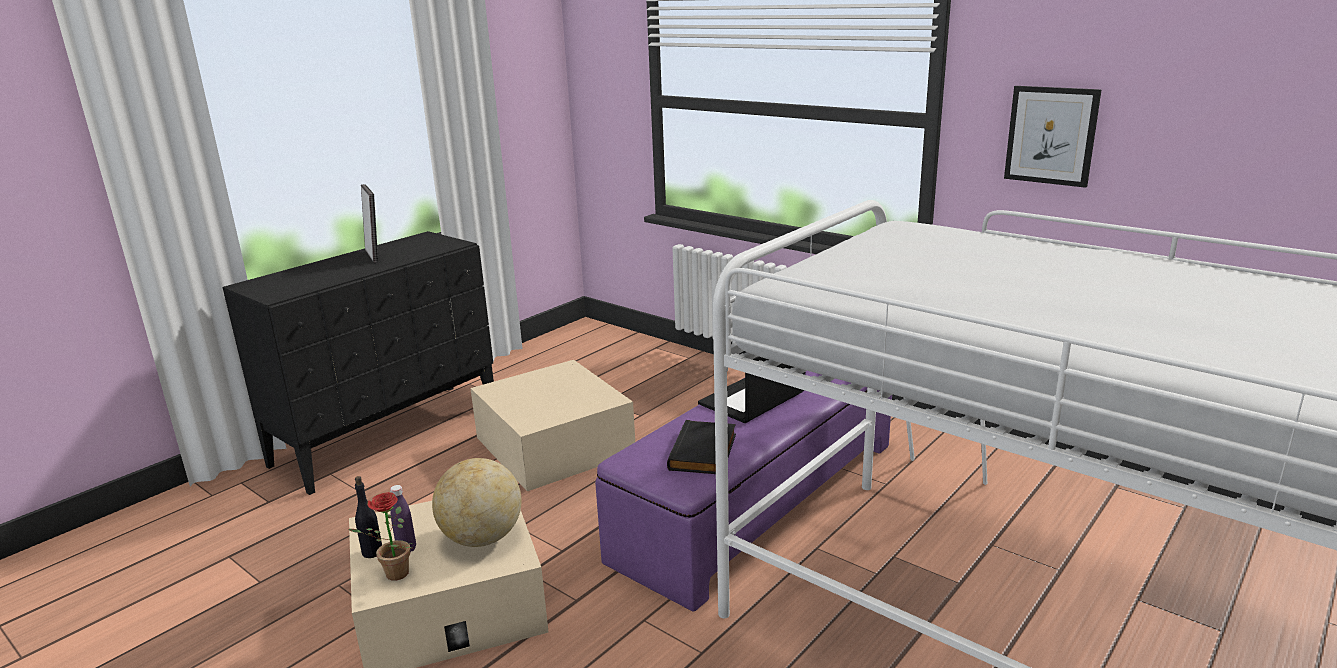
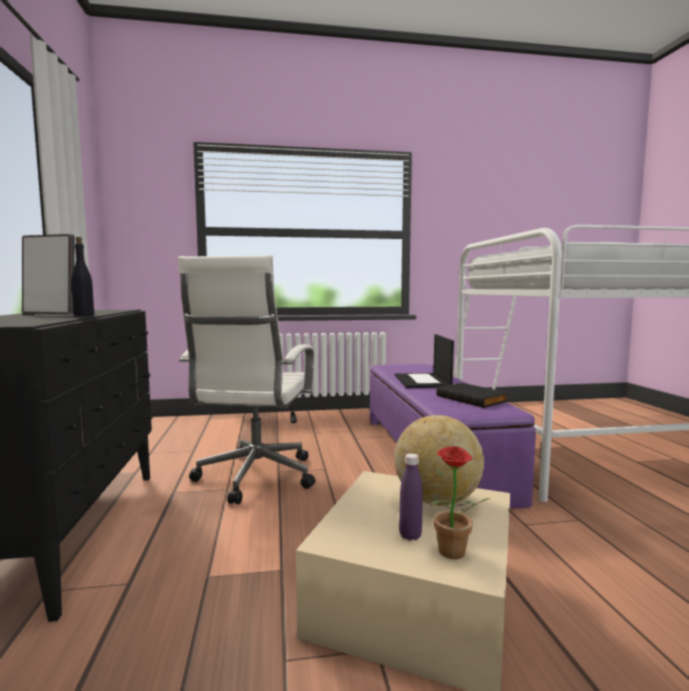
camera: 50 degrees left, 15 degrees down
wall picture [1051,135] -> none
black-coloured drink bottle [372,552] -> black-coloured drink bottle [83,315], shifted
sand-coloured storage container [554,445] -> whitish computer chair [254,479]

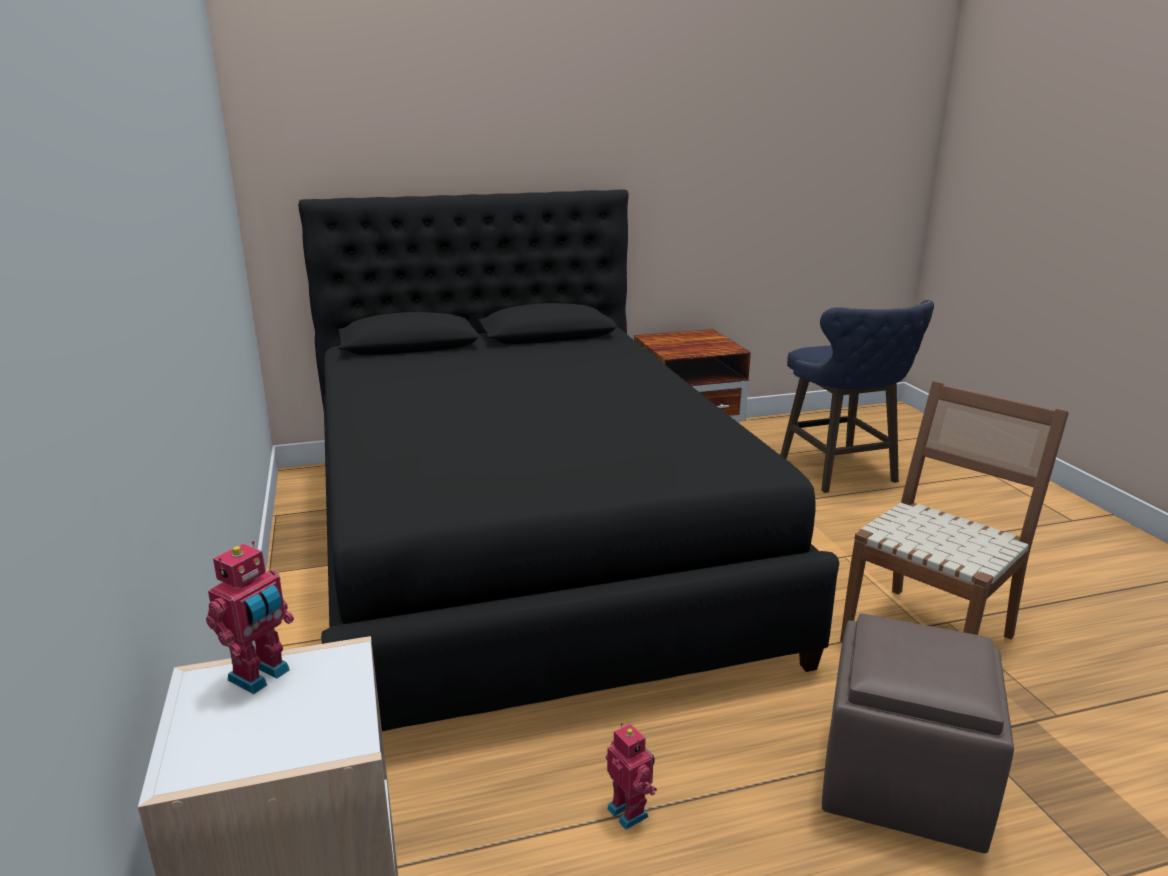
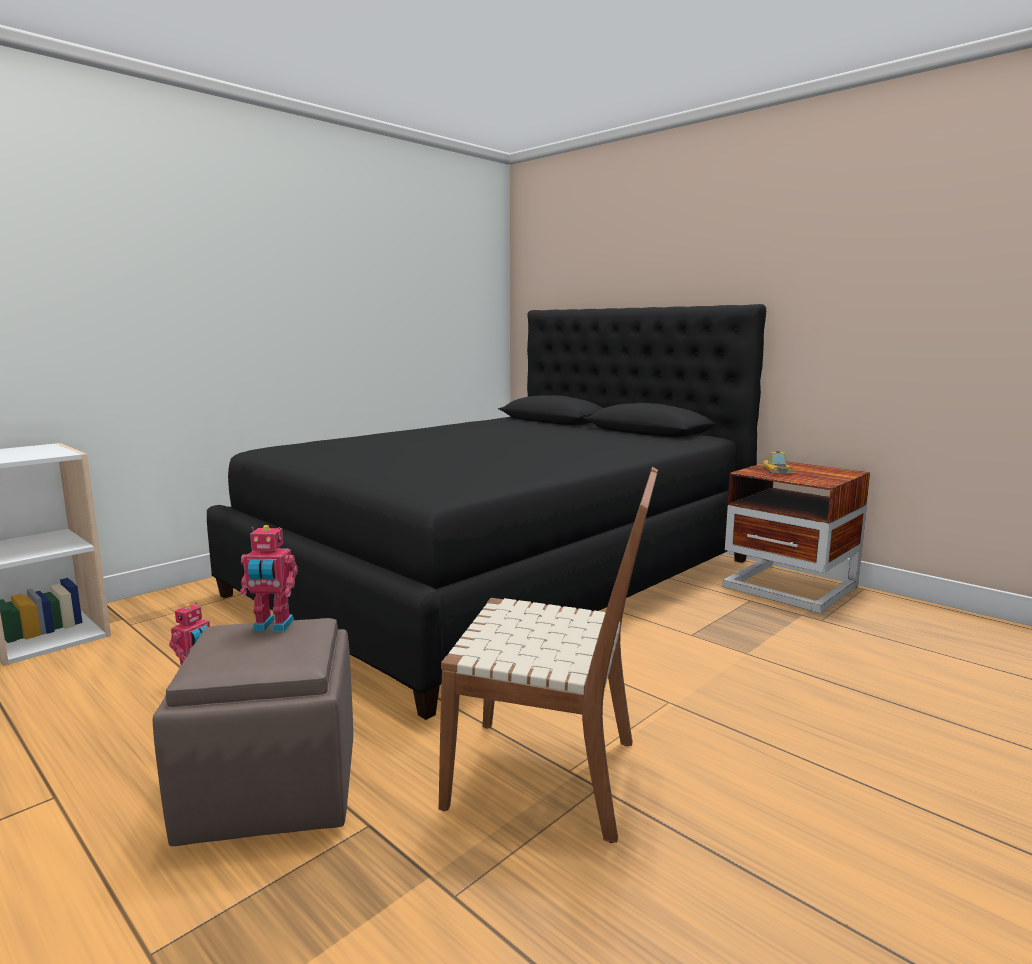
camera: 60 degrees right, 10 degrees down
bluish stool [840,472] -> none
none -> model car [777,470]
toy robot [261,676] -> toy robot [272,626], shifted

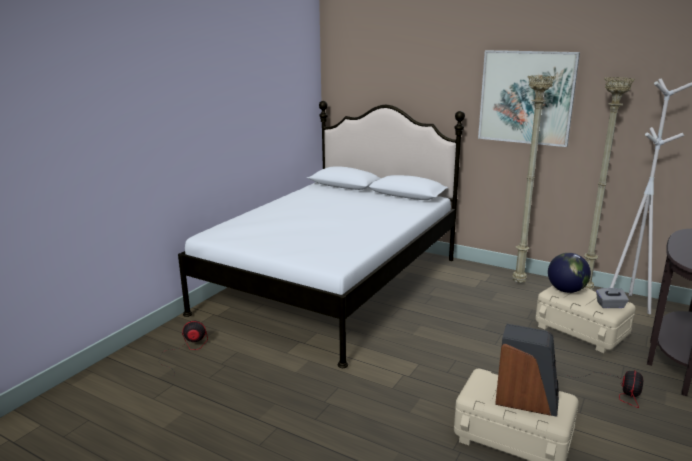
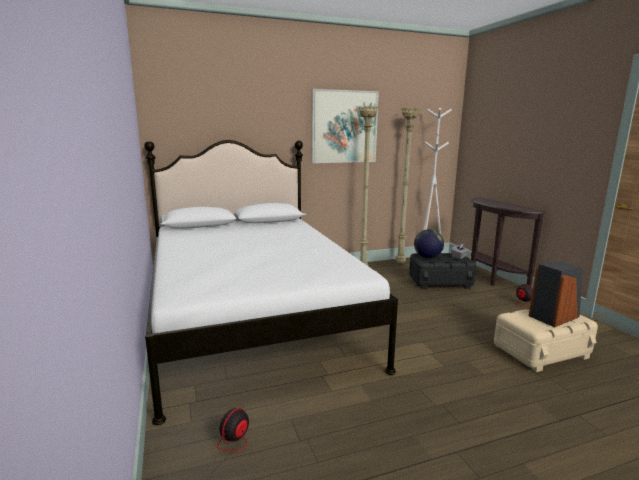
camera: 50 degrees left, 5 degrees down
sand-coloured storage container [581,330] -> black-coloured storage container [440,282]

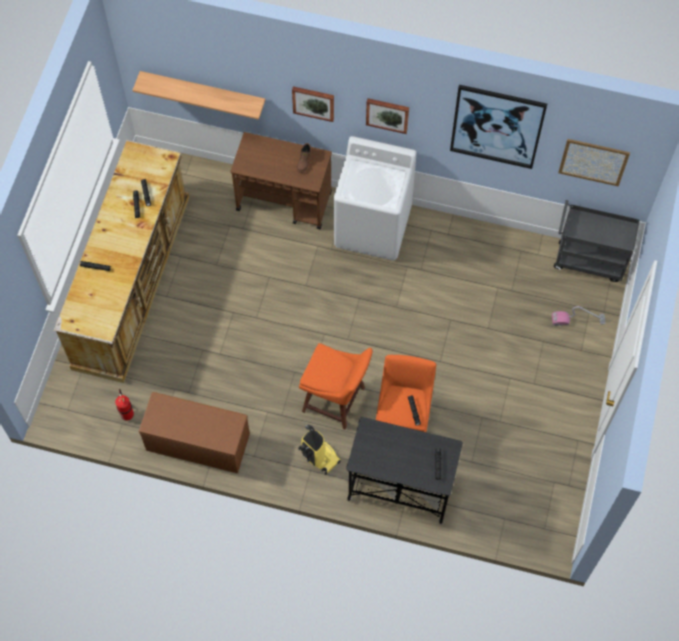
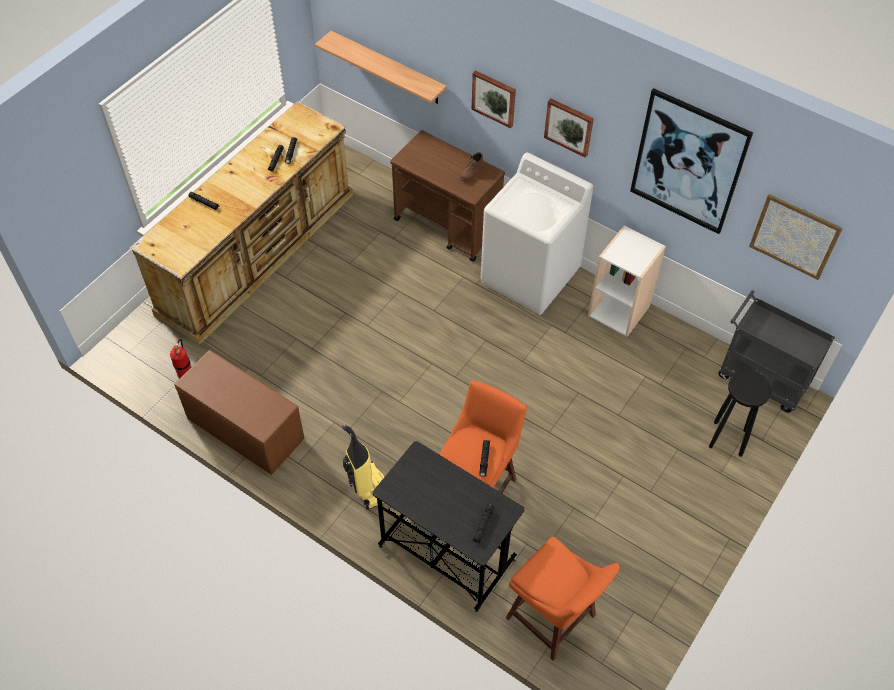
camera: 20 degrees right, 10 degrees down
none -> bookcase [619,311]
orange-coloured stool [336,401] -> orange-coloured stool [553,619], shifted
vacuum cleaner [578,320] -> black-coloured stool [727,439]

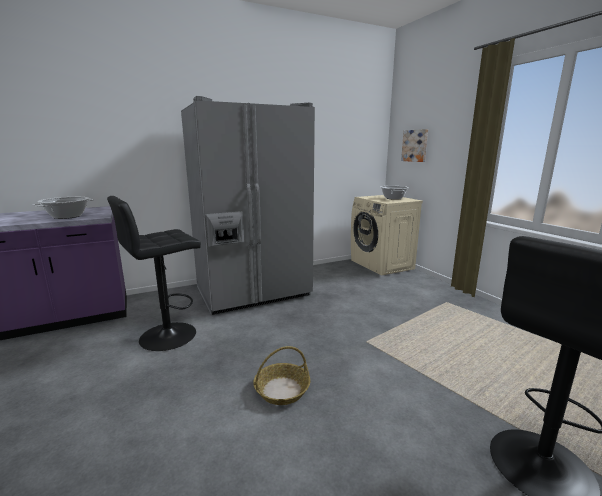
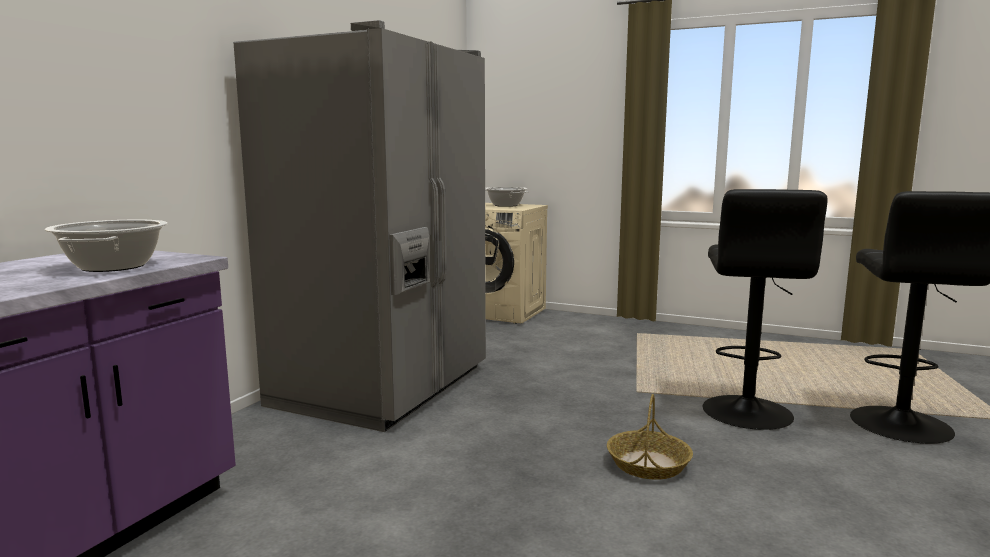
camera: 40 degrees left, 5 degrees down
wall picture [415,145] -> none
black-coloured stool [167,336] -> black-coloured stool [746,412], shifted

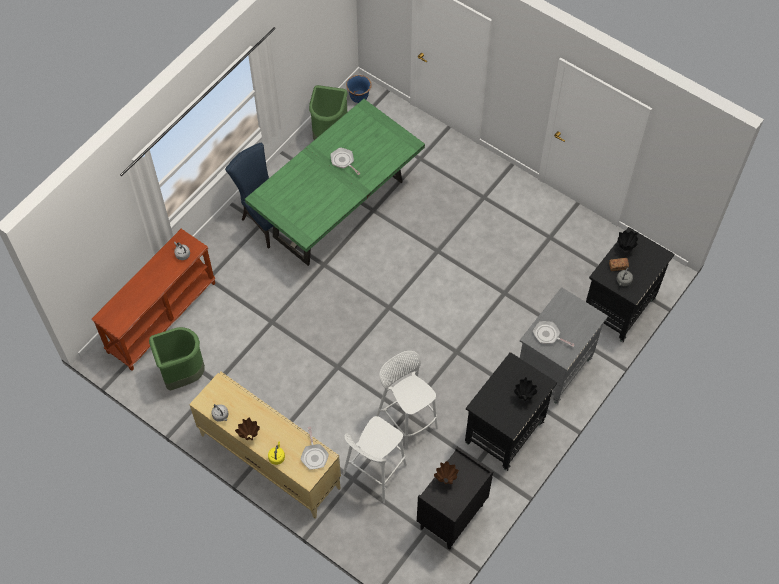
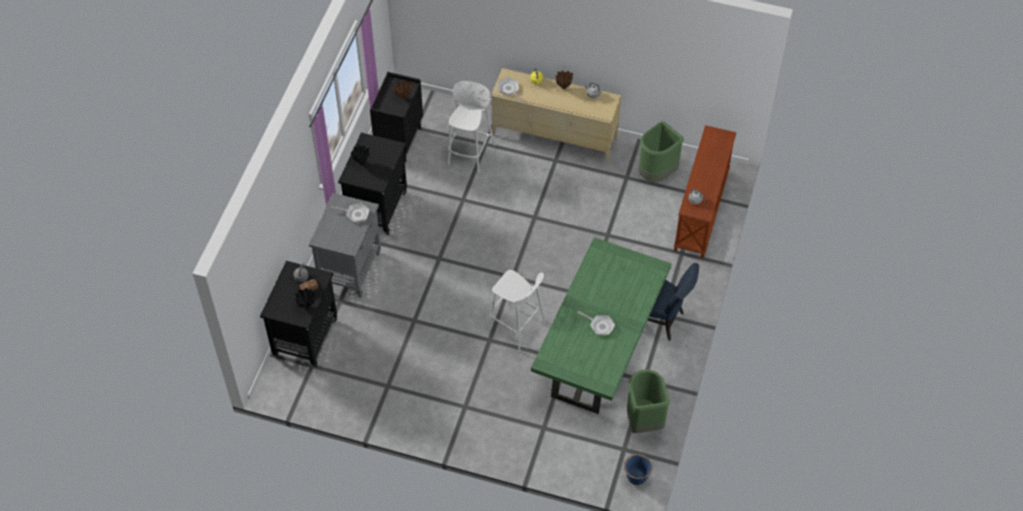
camera: 160 degrees right, 5 degrees down
whitish stool [408,420] -> whitish stool [517,327], shifted

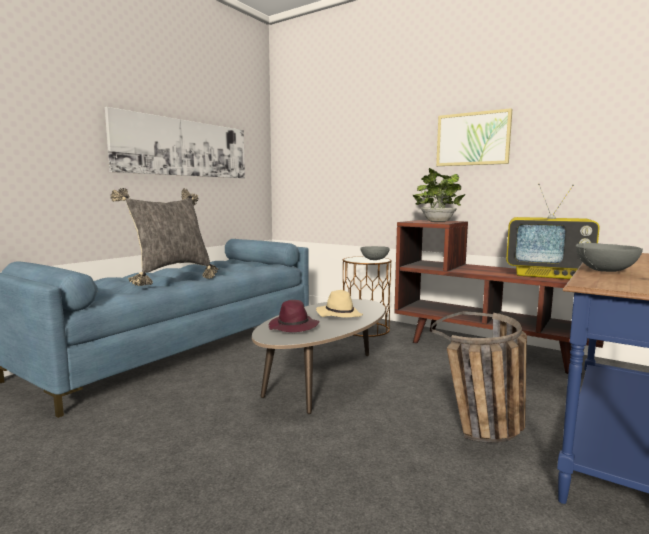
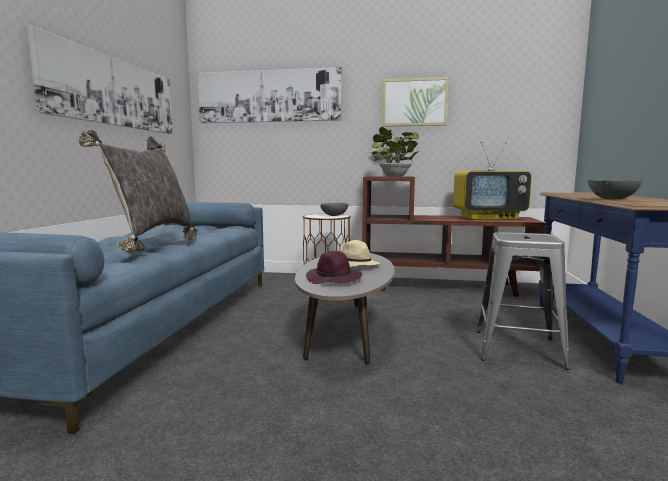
camera: 25 degrees left, 0 degrees up
none -> wall picture [269,96]
basket [484,434] -> greyish stool [518,349]

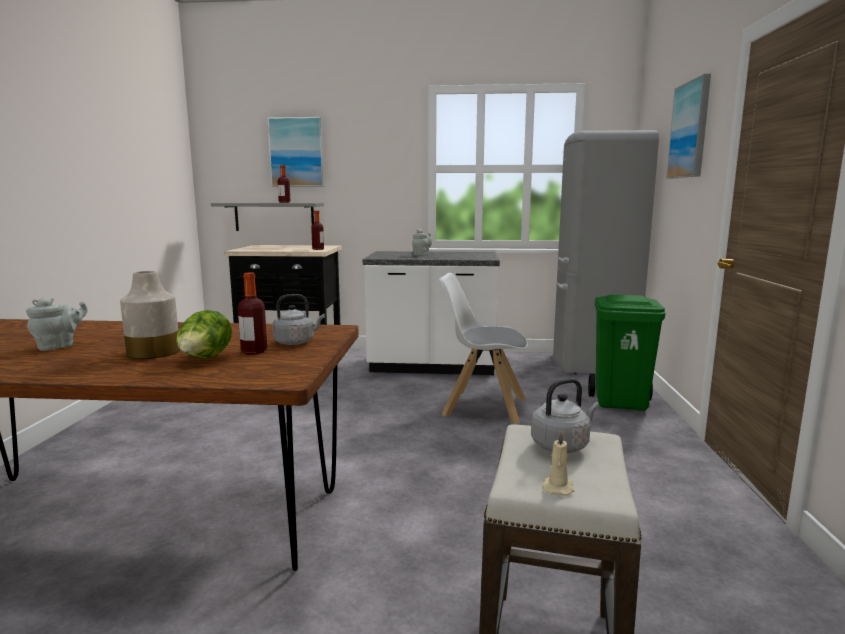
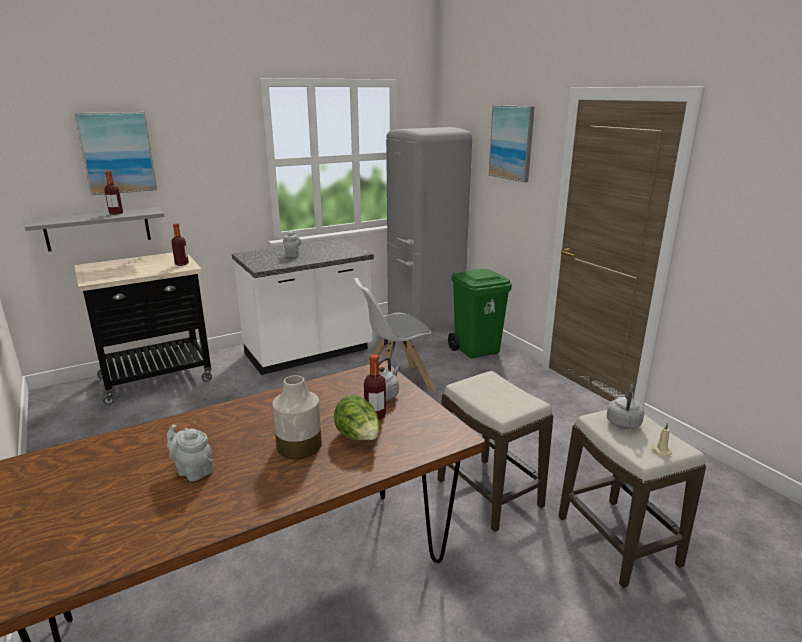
camera: 35 degrees left, 10 degrees up
none -> stool [489,493]
greyish pot for tea [59,346] -> greyish pot for tea [193,470], 60 degrees counterclockwise

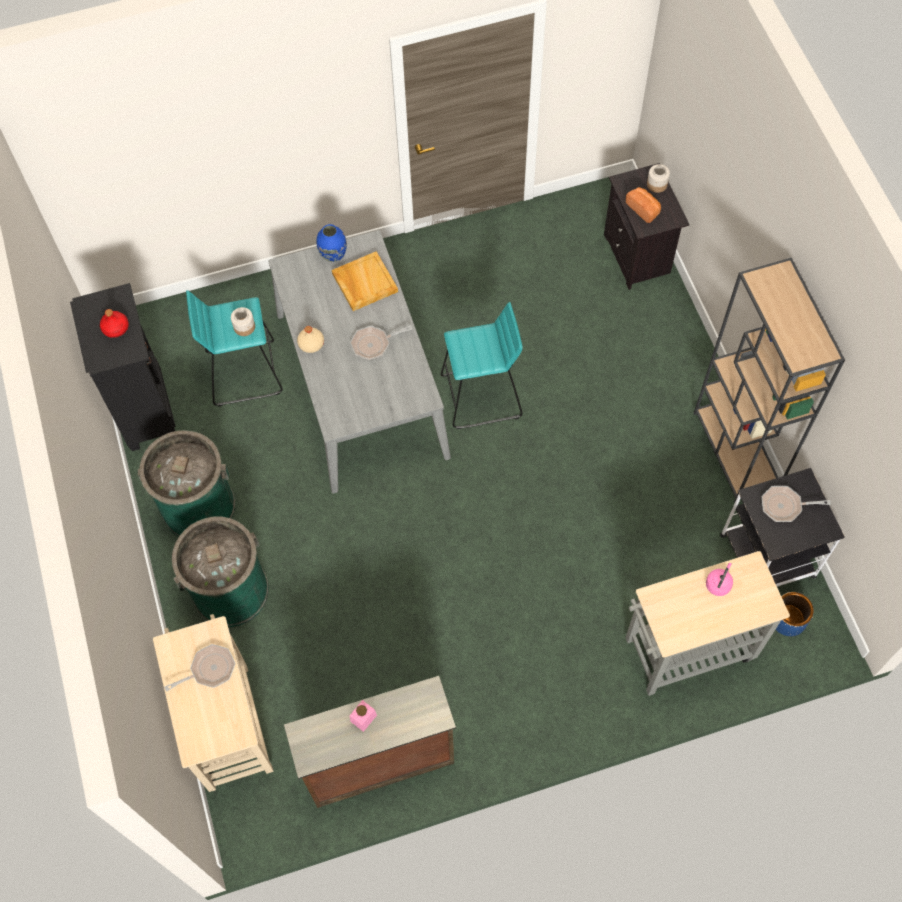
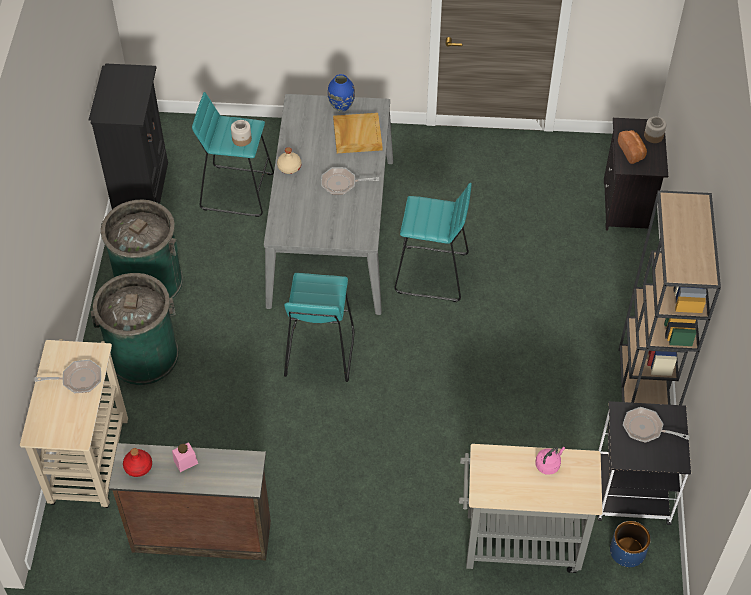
camera: 20 degrees right, 10 degrees down
none -> blue-green stool [319,353]
red drink bottle [115,328] -> red drink bottle [138,466], shifted

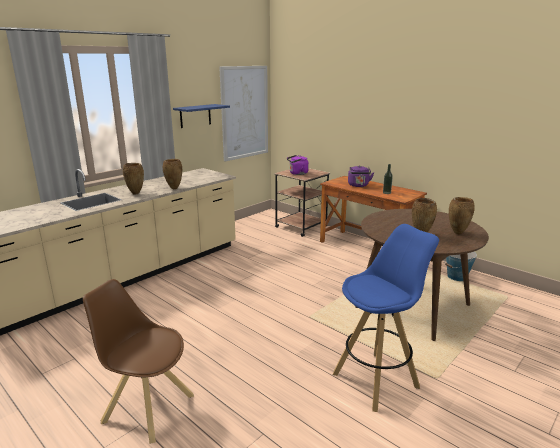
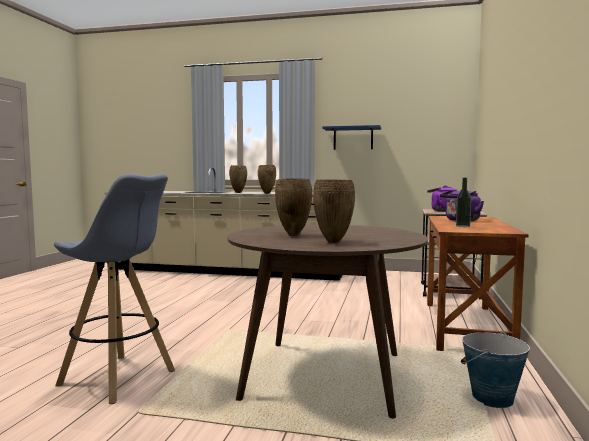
camera: 60 degrees right, 15 degrees down
brown-coloured plain chair [146,407] -> none
wall picture [244,112] -> none
bluish stool [377,380] -> greyish stool [119,378]

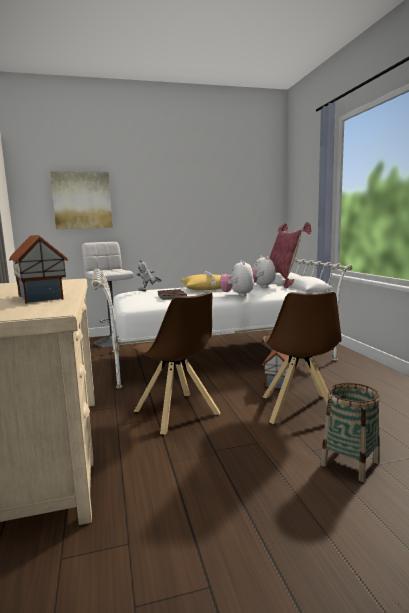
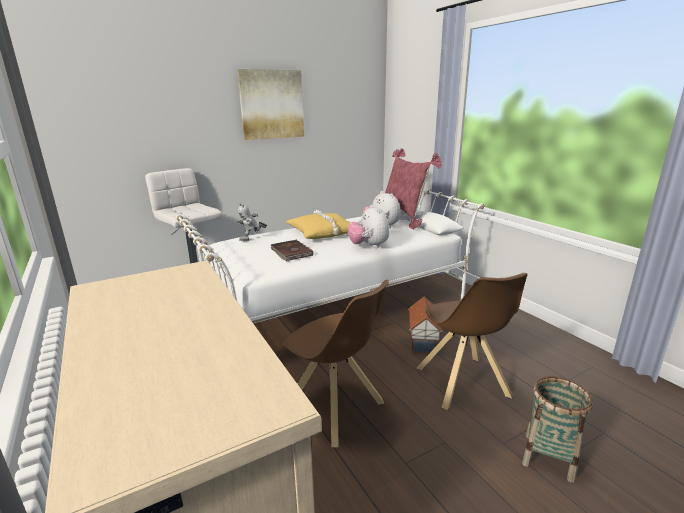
camera: 15 degrees left, 10 degrees up
toy house [42,297] -> none
wall picture [82,200] -> wall picture [271,104], shifted

